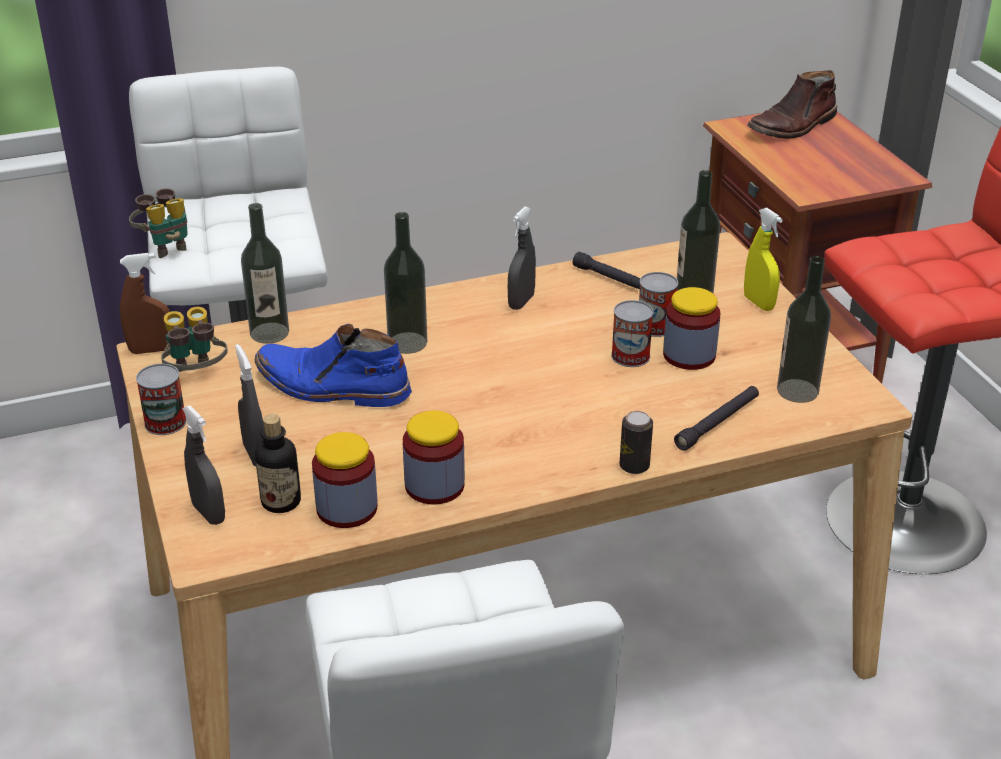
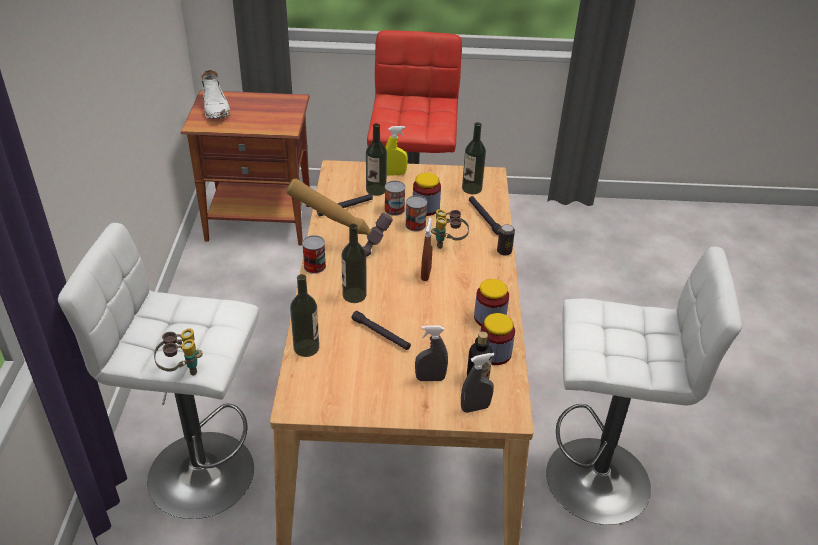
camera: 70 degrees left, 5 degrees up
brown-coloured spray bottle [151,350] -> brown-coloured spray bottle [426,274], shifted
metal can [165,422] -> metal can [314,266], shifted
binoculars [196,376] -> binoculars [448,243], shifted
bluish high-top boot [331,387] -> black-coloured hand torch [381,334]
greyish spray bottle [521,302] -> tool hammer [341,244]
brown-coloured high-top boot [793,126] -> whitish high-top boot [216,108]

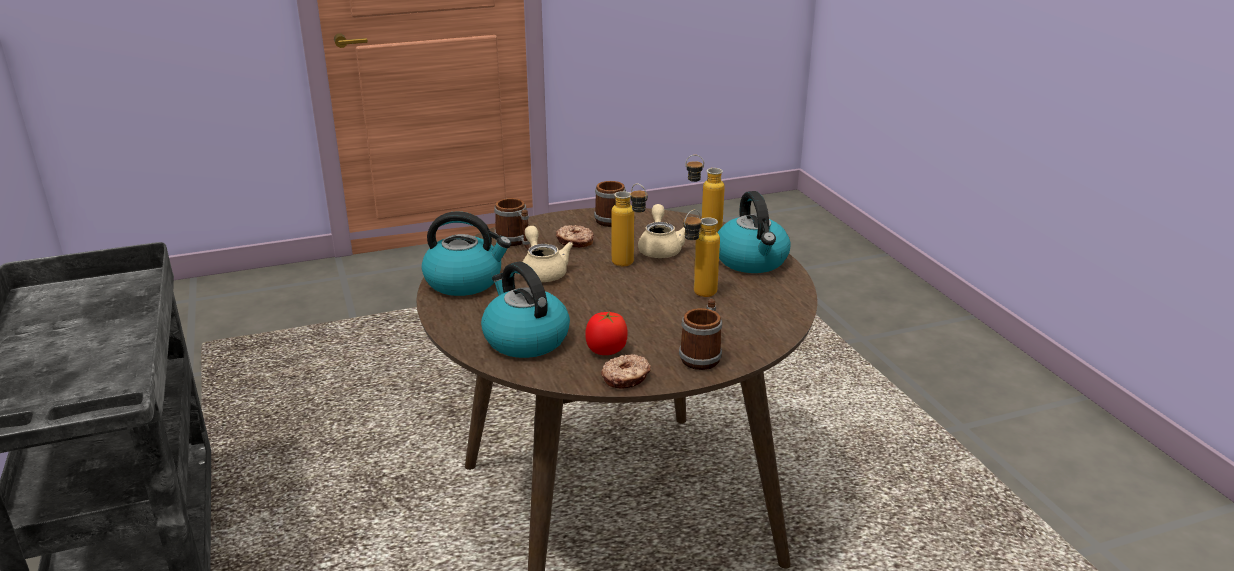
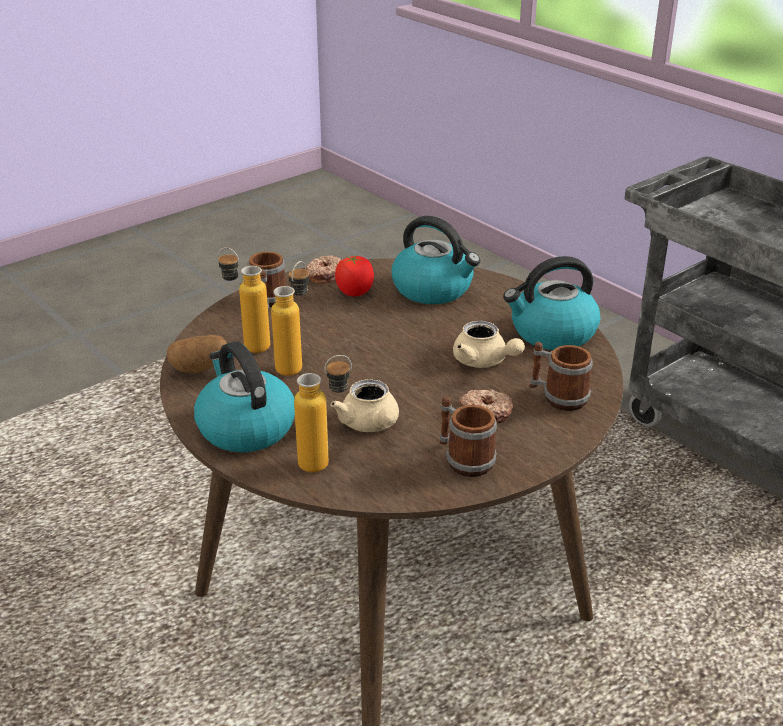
camera: 160 degrees right, 5 degrees up
none -> potato [199,368]
drink bottle [629,265] -> drink bottle [247,345], shifted

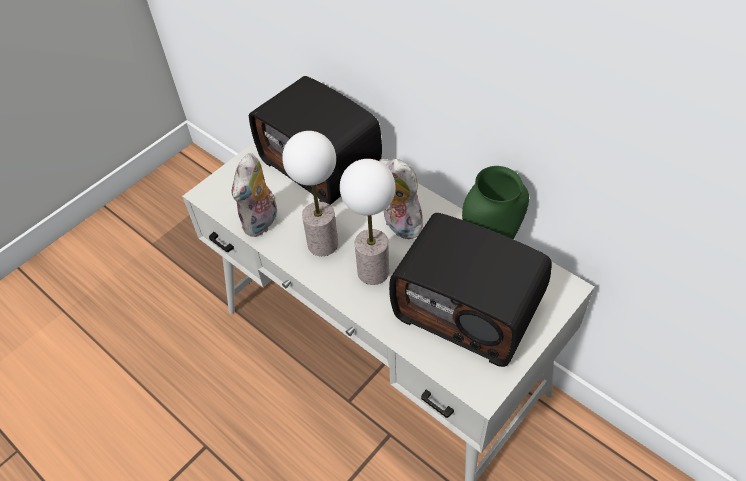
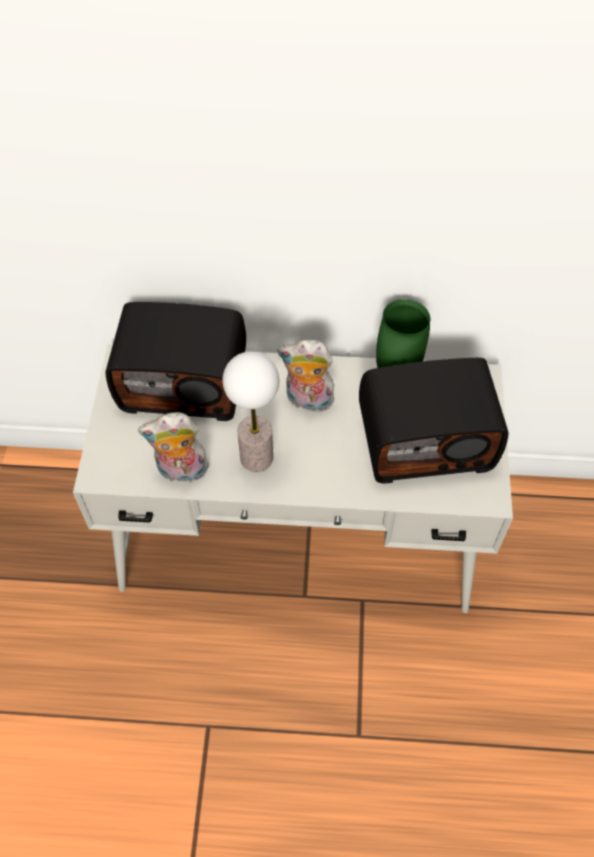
camera: 40 degrees left, 5 degrees up
lamp for a table [373,272] -> none
cuddly toy [262,223] -> cuddly toy [181,471], 105 degrees clockwise

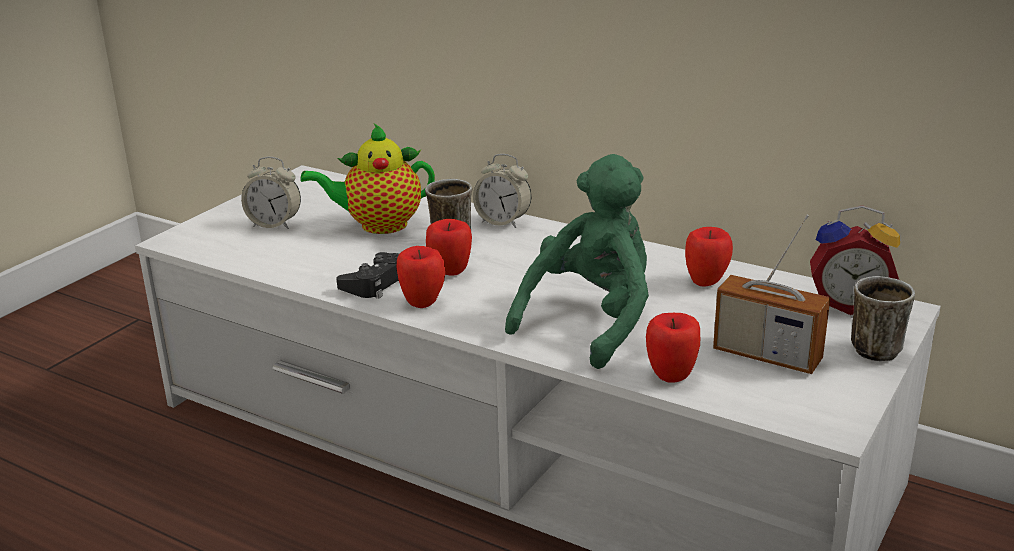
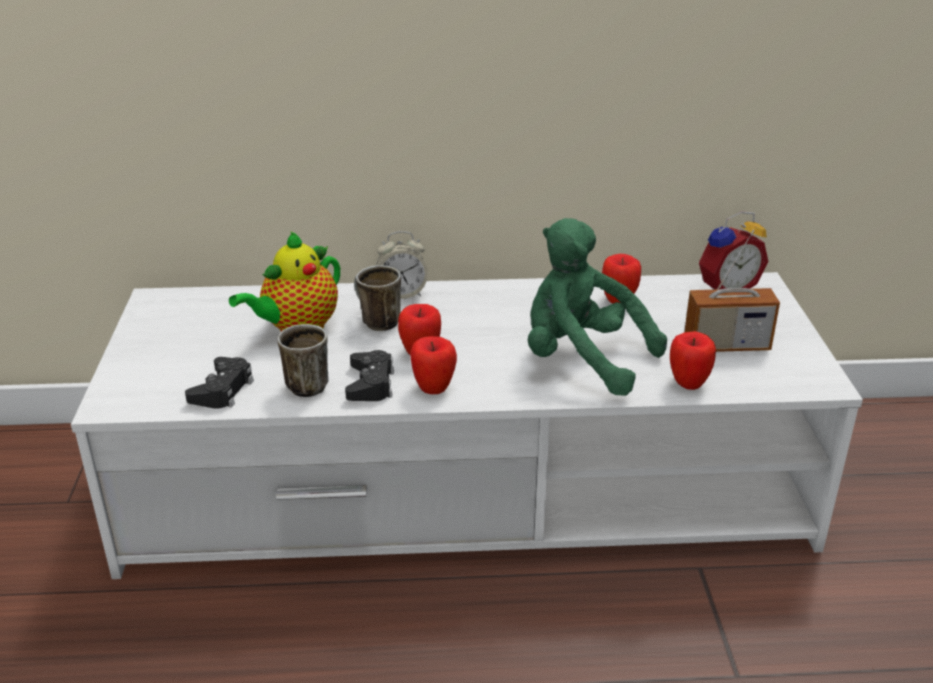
camera: 35 degrees left, 5 degrees up
table clock [274,224] -> none
none -> black-coloured joypad [222,390]
coffee mug [879,347] -> coffee mug [309,383], shifted
green cuddly toy [591,321] -> green cuddly toy [582,360], 60 degrees counterclockwise

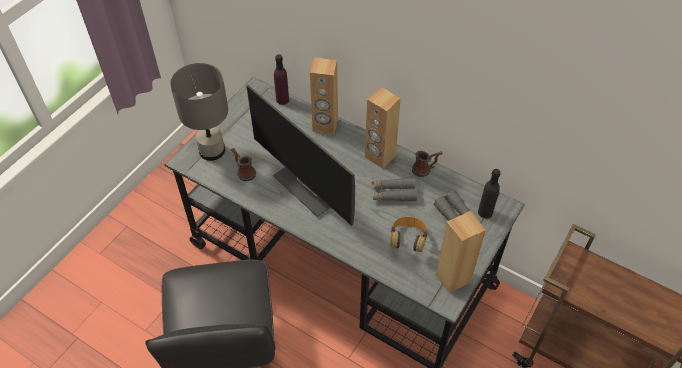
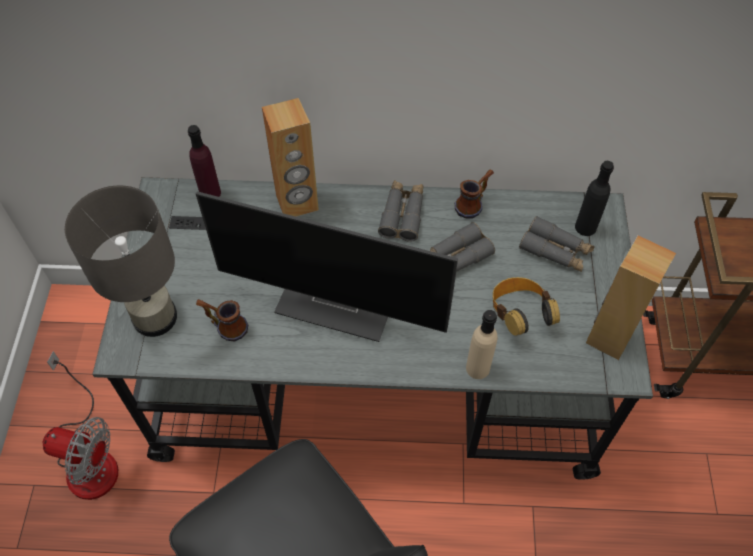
camera: 30 degrees left, 5 degrees up
none -> electric fan [89,457]
none -> sand-coloured drink bottle [477,368]
brown-coloured audio speaker [379,157] -> greyish binoculars [402,214]

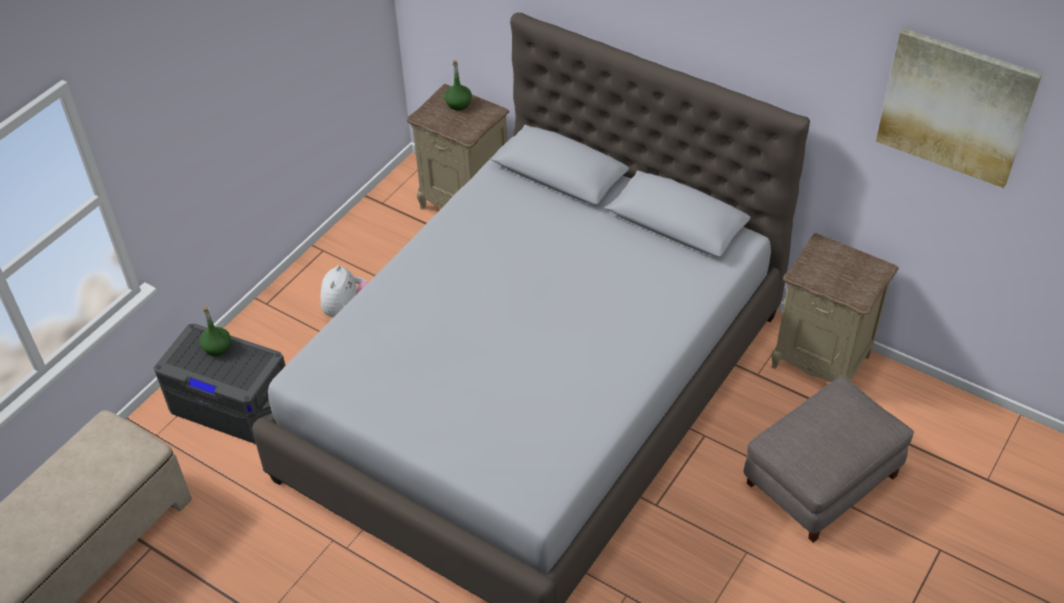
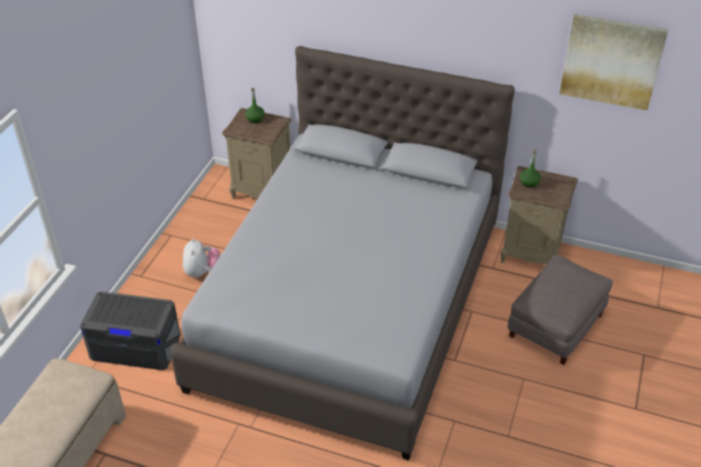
camera: 15 degrees left, 5 degrees down
green drink bottle [217,347] -> green drink bottle [529,182], shifted

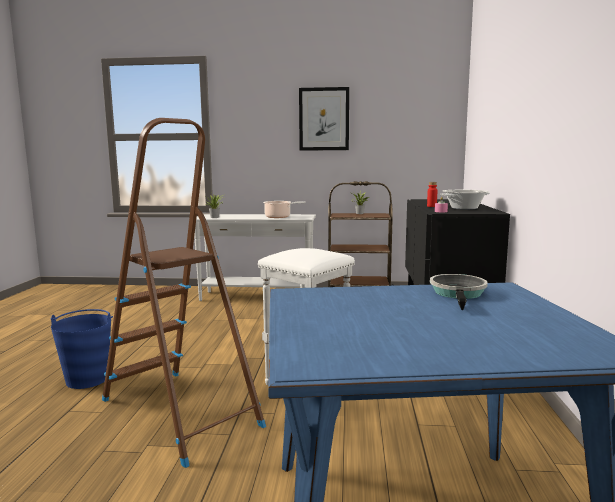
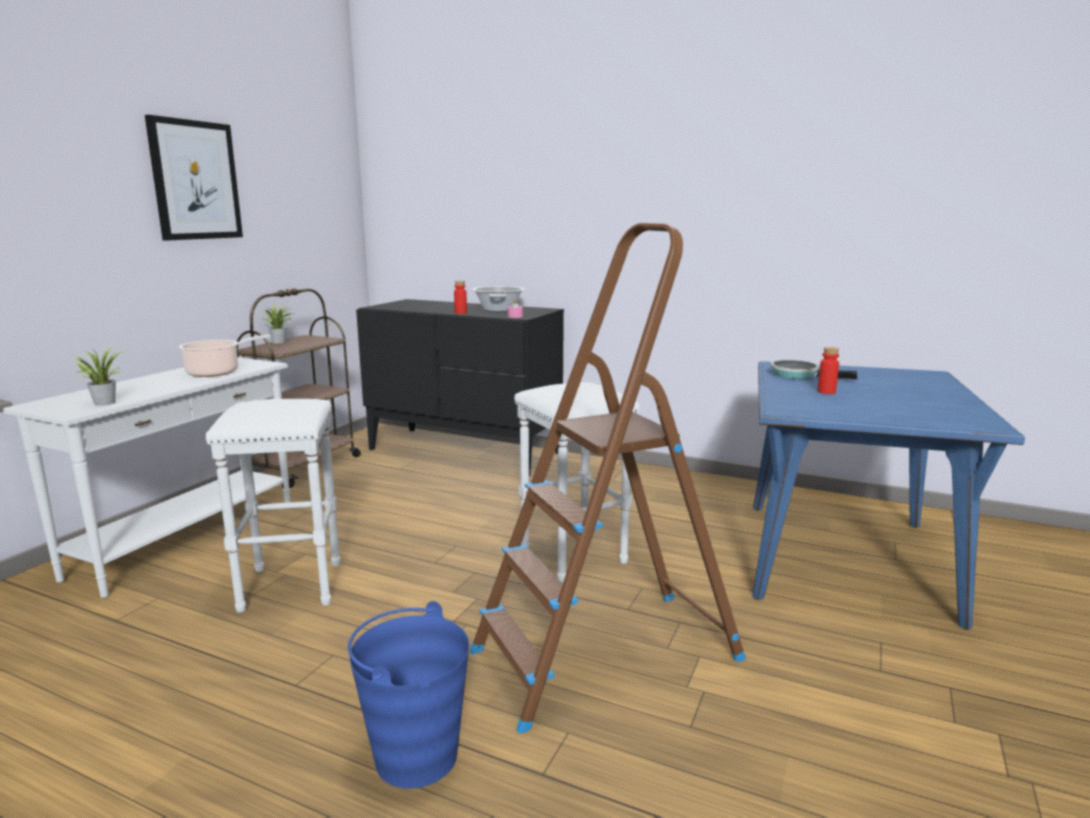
camera: 70 degrees left, 5 degrees up
none -> whitish stool [293,586]
none -> red drink bottle [826,392]

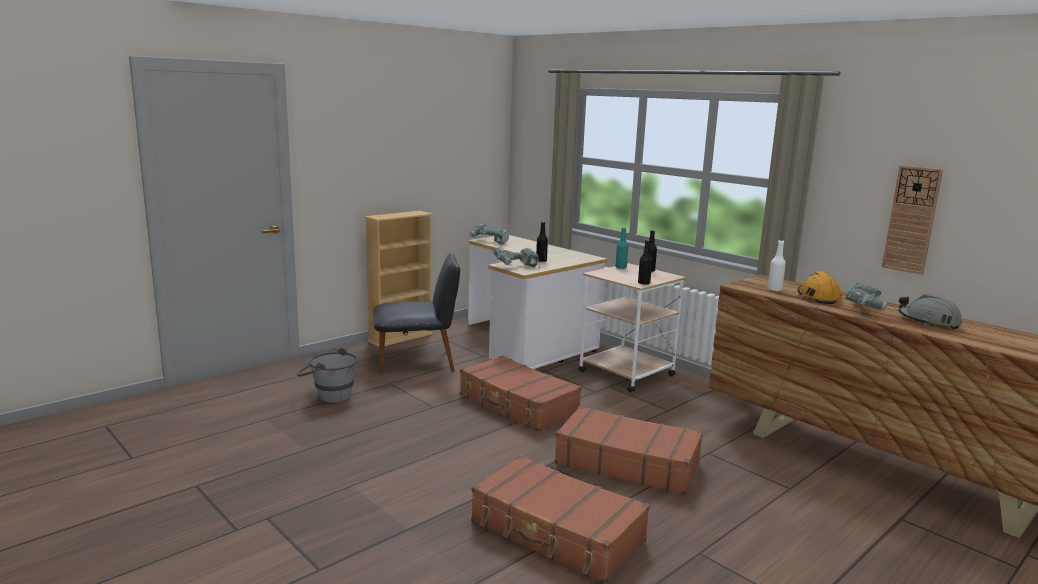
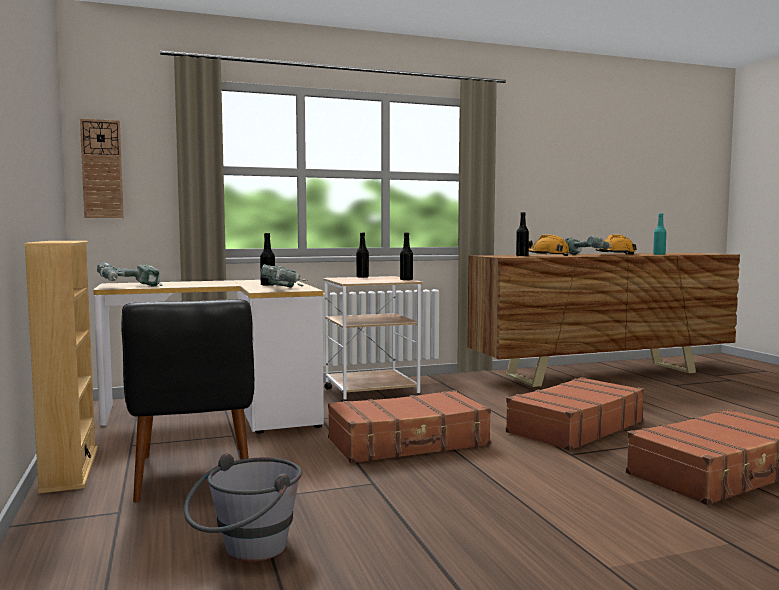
camera: 65 degrees left, 10 degrees down
blue-green drink bottle [621,267] -> blue-green drink bottle [659,254], shifted
hanging clock [911,219] -> hanging clock [102,169], shifted
whitish drink bottle [774,290] -> black-coloured drink bottle [522,256]
greyish work helmet [928,321] -> orange-coloured work helmet [615,254]
black-coloured plain chair [416,362] -> black-coloured plain chair [194,472], 150 degrees clockwise

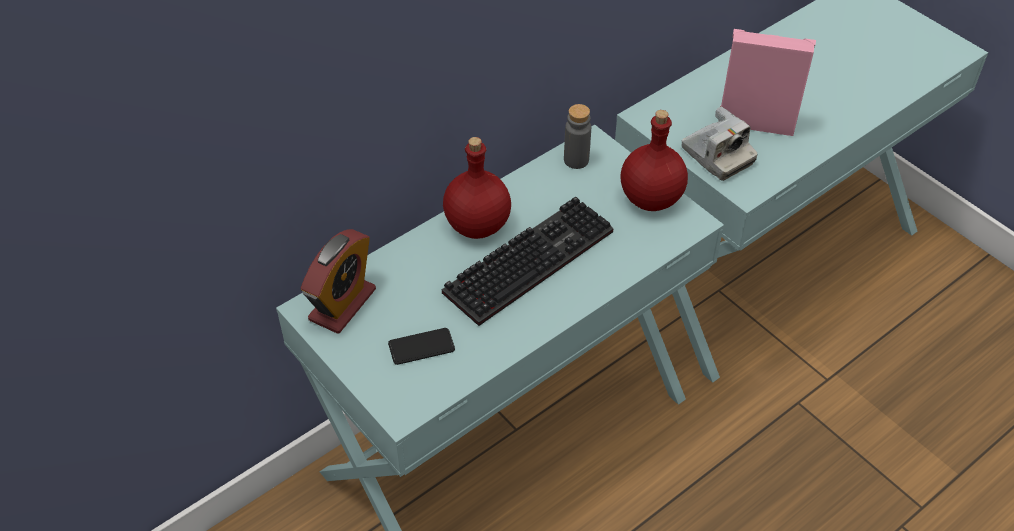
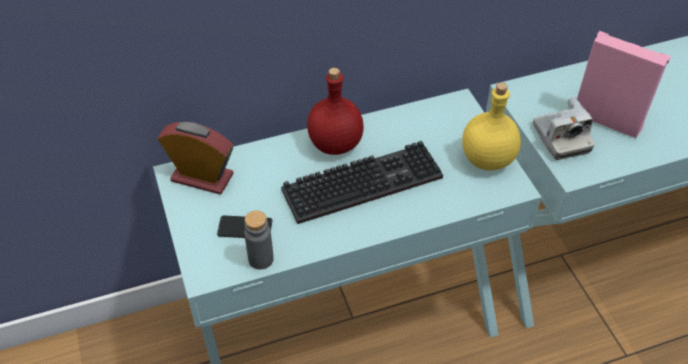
camera: 20 degrees right, 0 degrees up
greyish drink bottle [576,160] -> greyish drink bottle [261,259], shifted
red drink bottle [650,198] -> yellow-coloured drink bottle [487,158]
table clock [342,304] -> table clock [202,177], 120 degrees counterclockwise

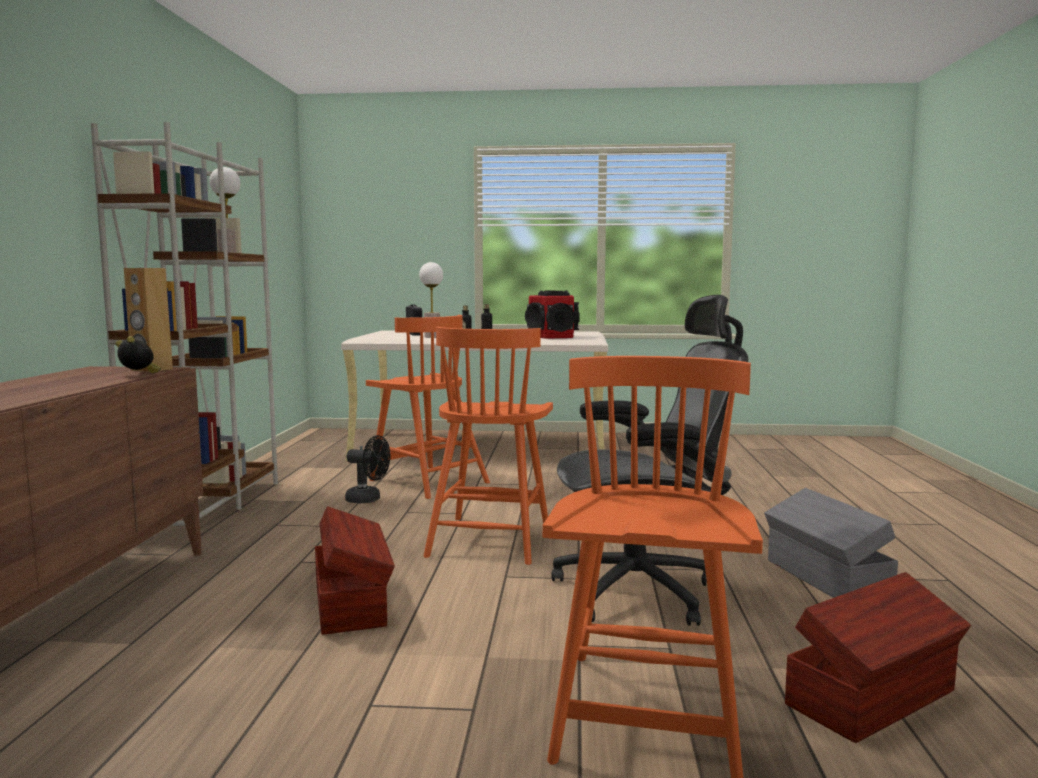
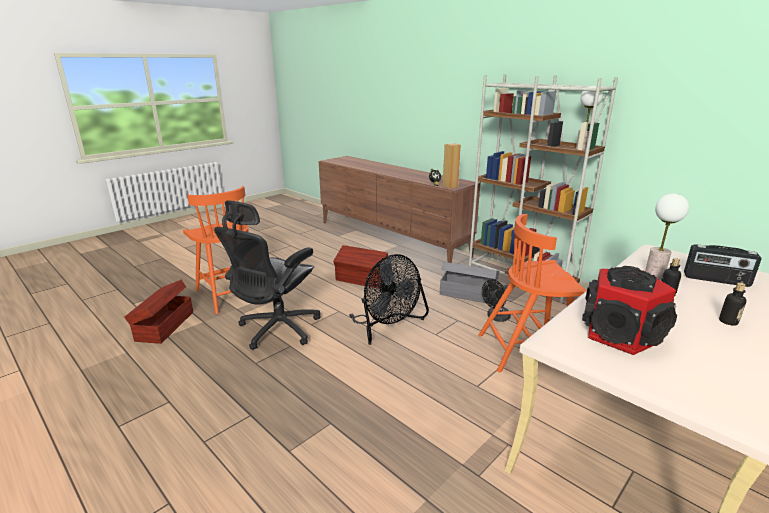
camera: 130 degrees right, 15 degrees up
greyish storage container [826,579] -> greyish storage container [467,293], shifted
orange-coloured plain chair [490,538] -> black-coloured electric fan [386,326]

